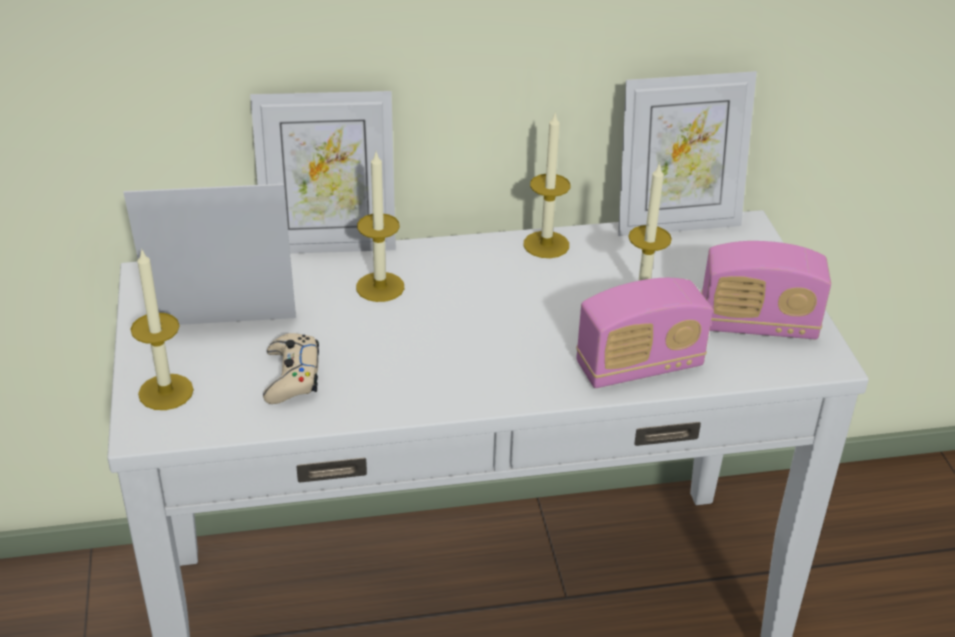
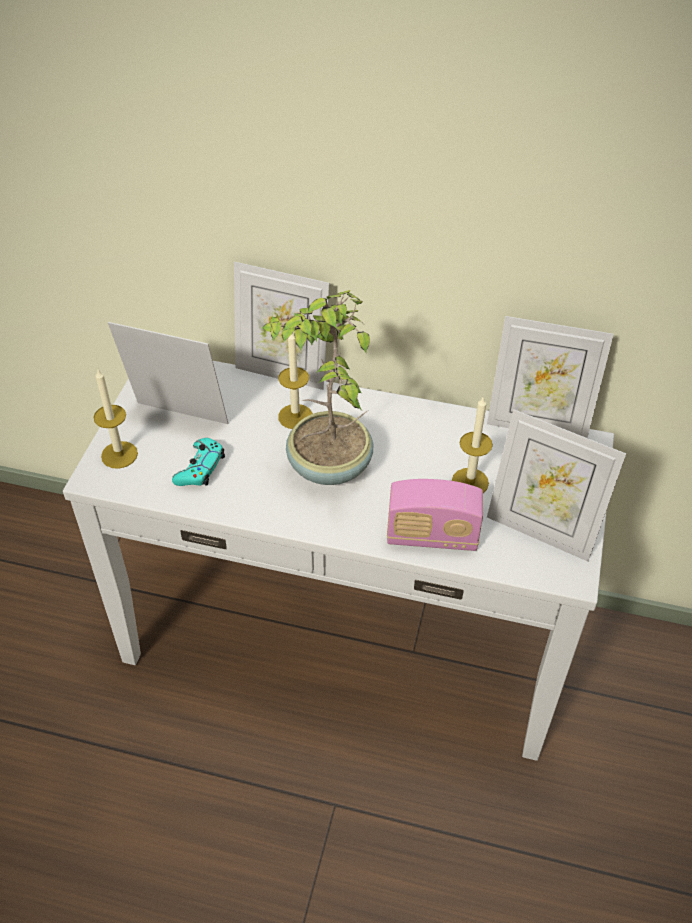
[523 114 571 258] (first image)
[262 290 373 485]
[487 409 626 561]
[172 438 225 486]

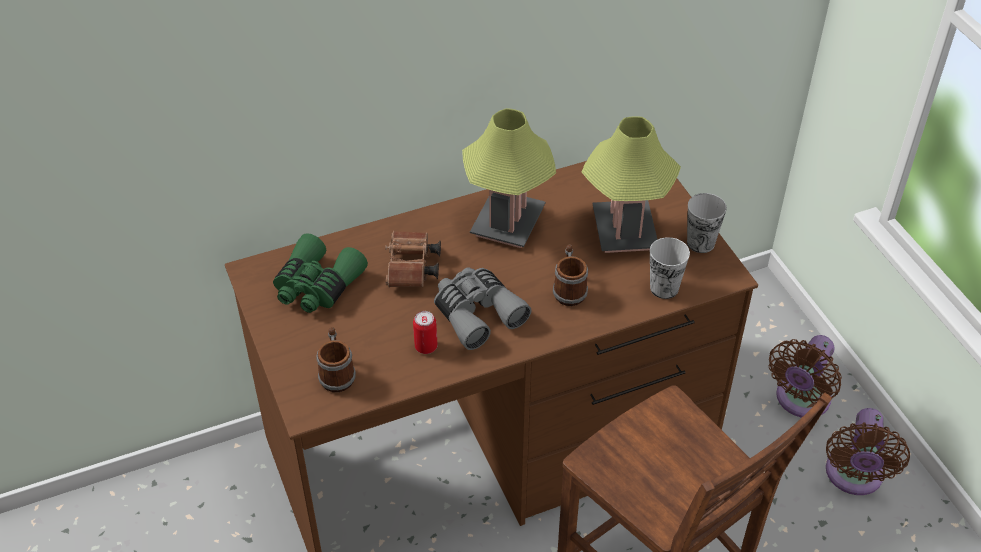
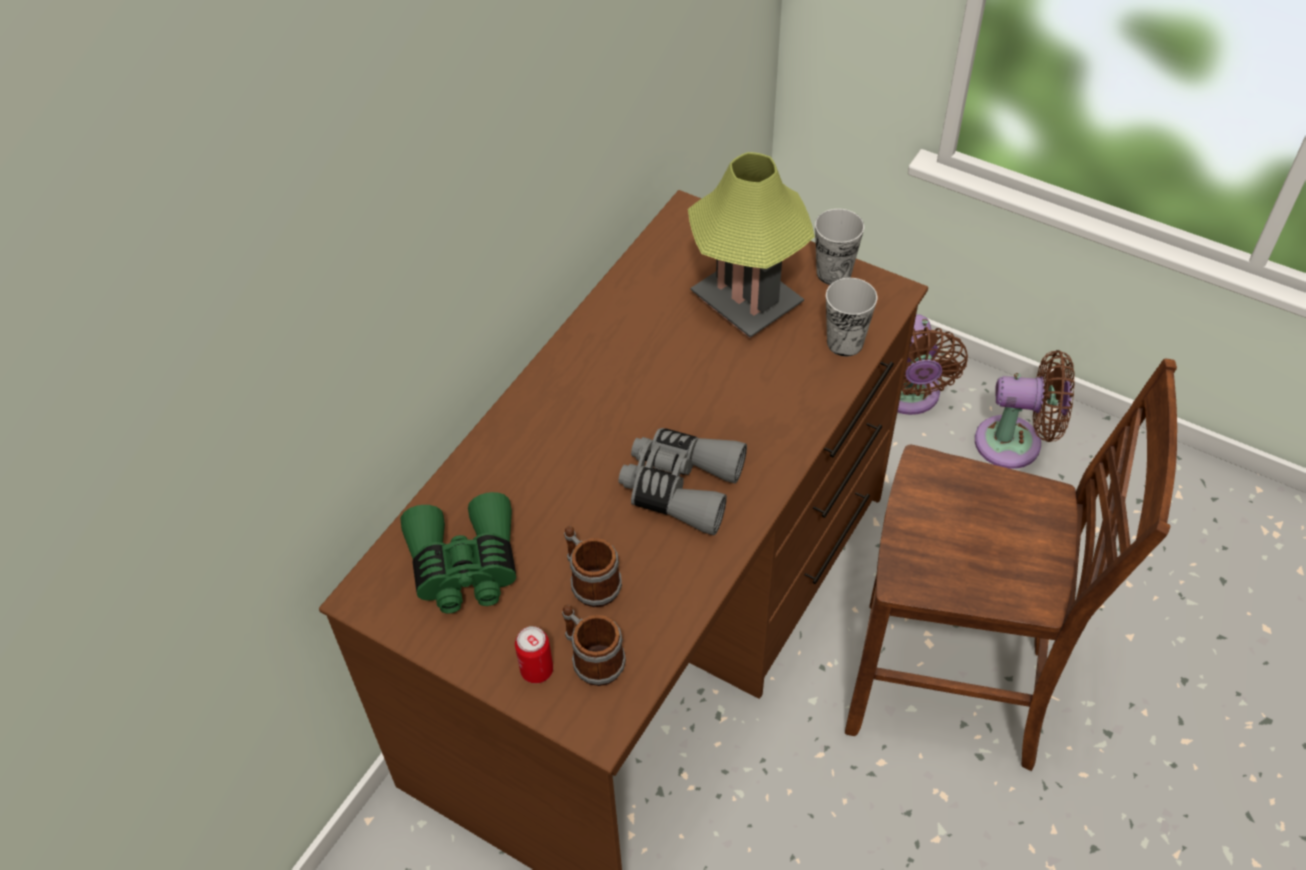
[385 231 441 287] (first image)
[462 108 556 248] (first image)
[515 626 553 683]
[564 526 622 607]
[975 350 1075 469]

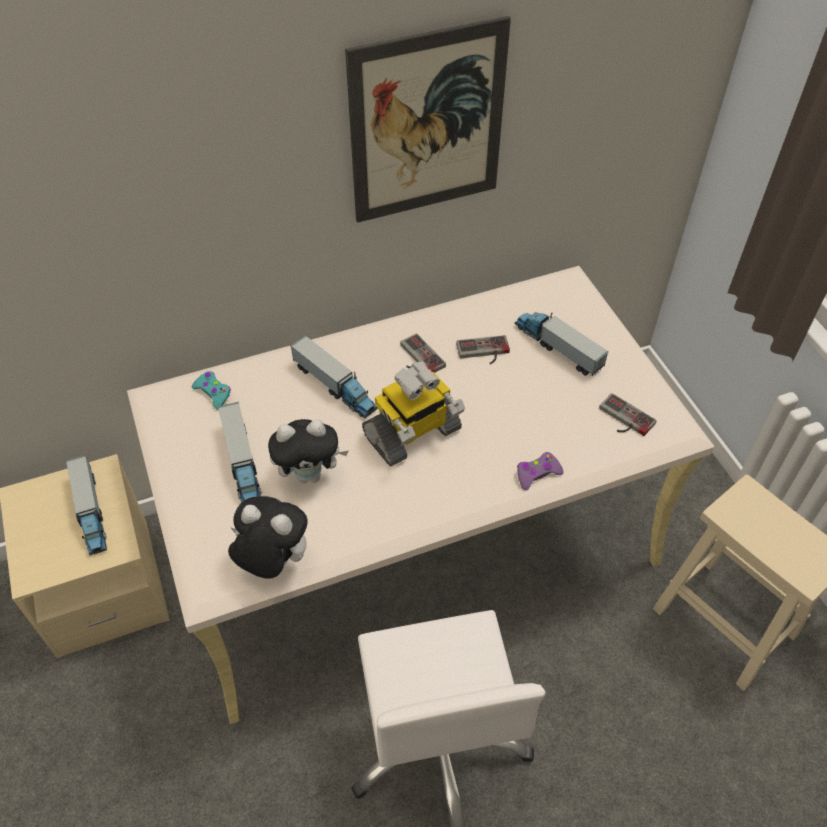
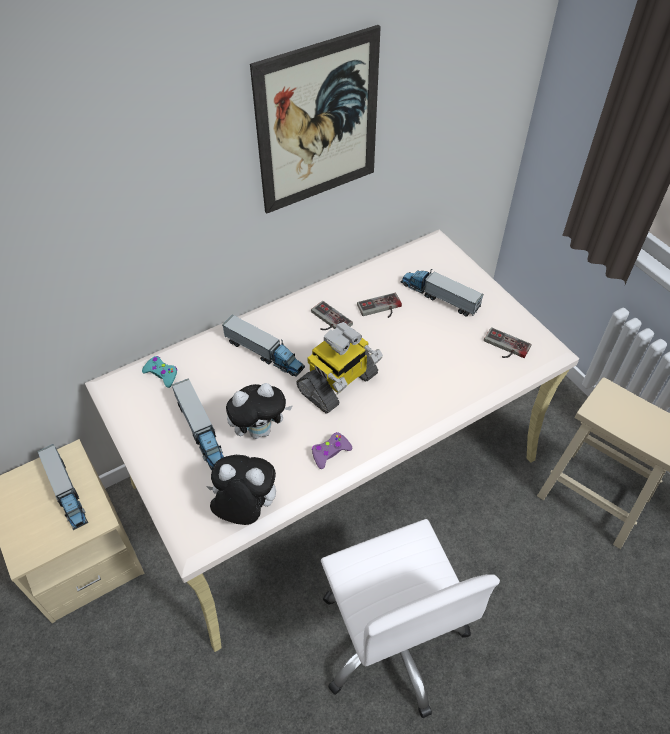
[312 432 352 469]

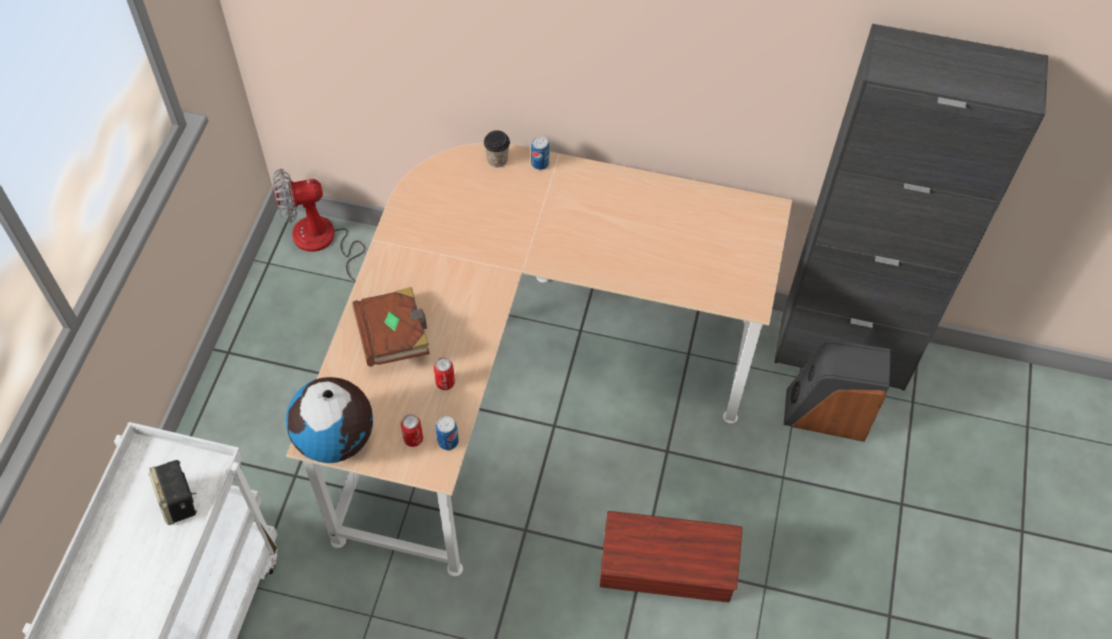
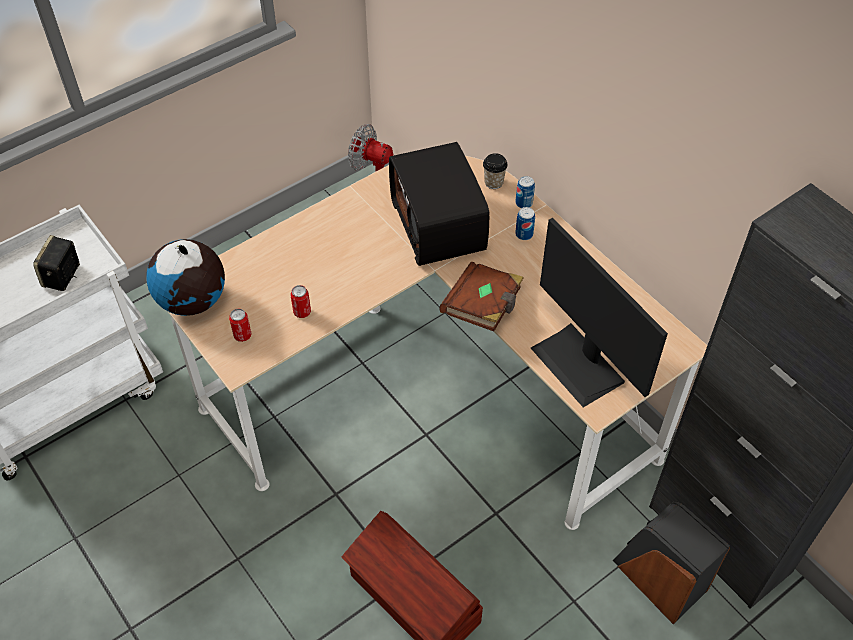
[389 142 490 266]
[531 218 668 407]
[440 262 524 332]
[515 207 535 240]

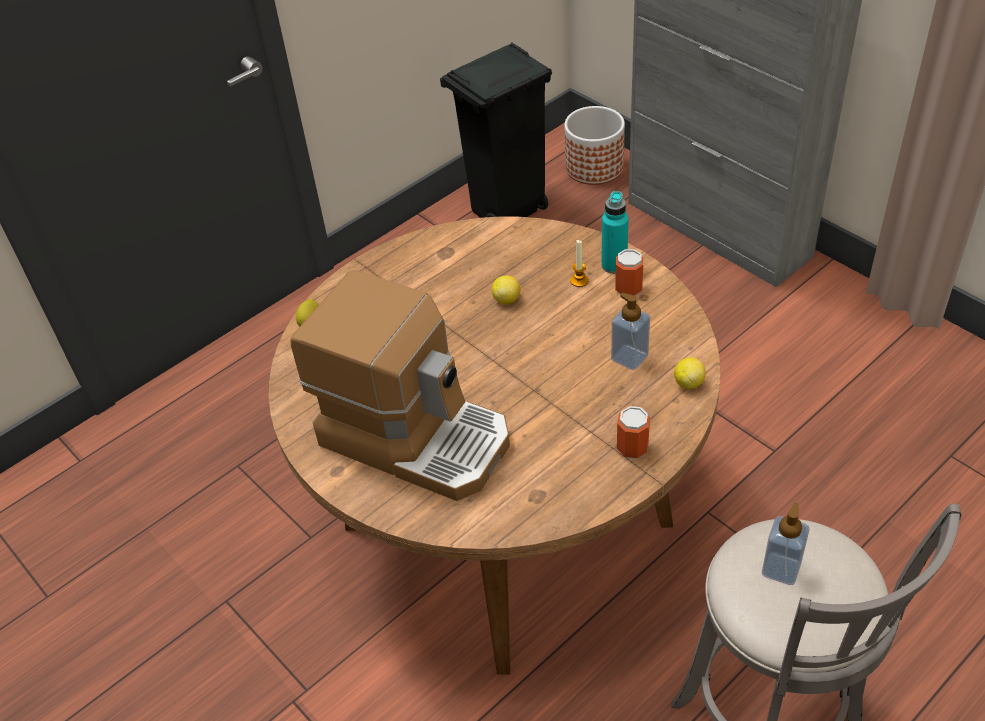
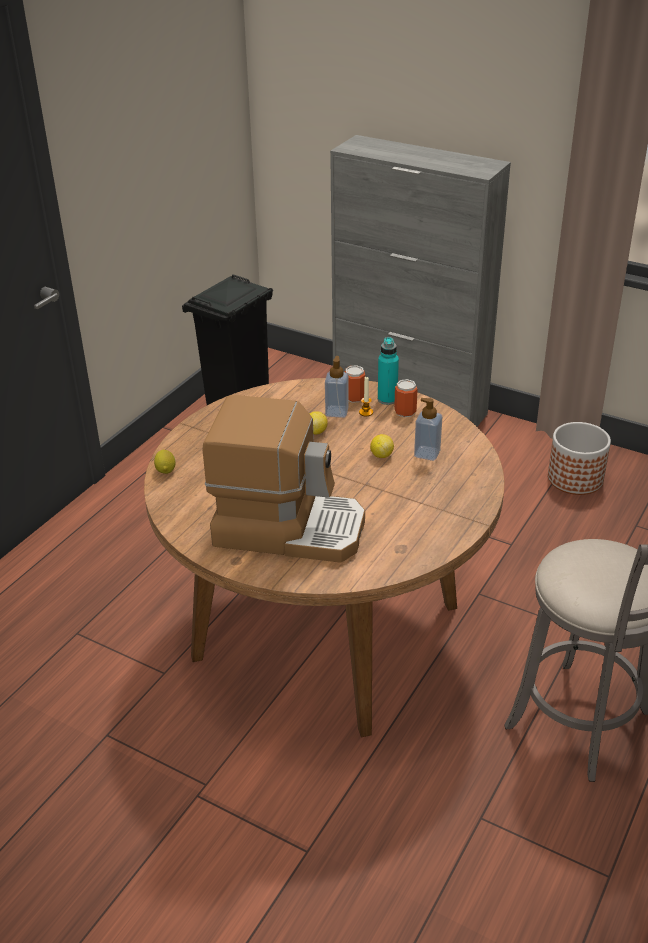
[548 422 611 495]
[344 365 365 403]
[370 434 394 458]
[325 356 348 418]

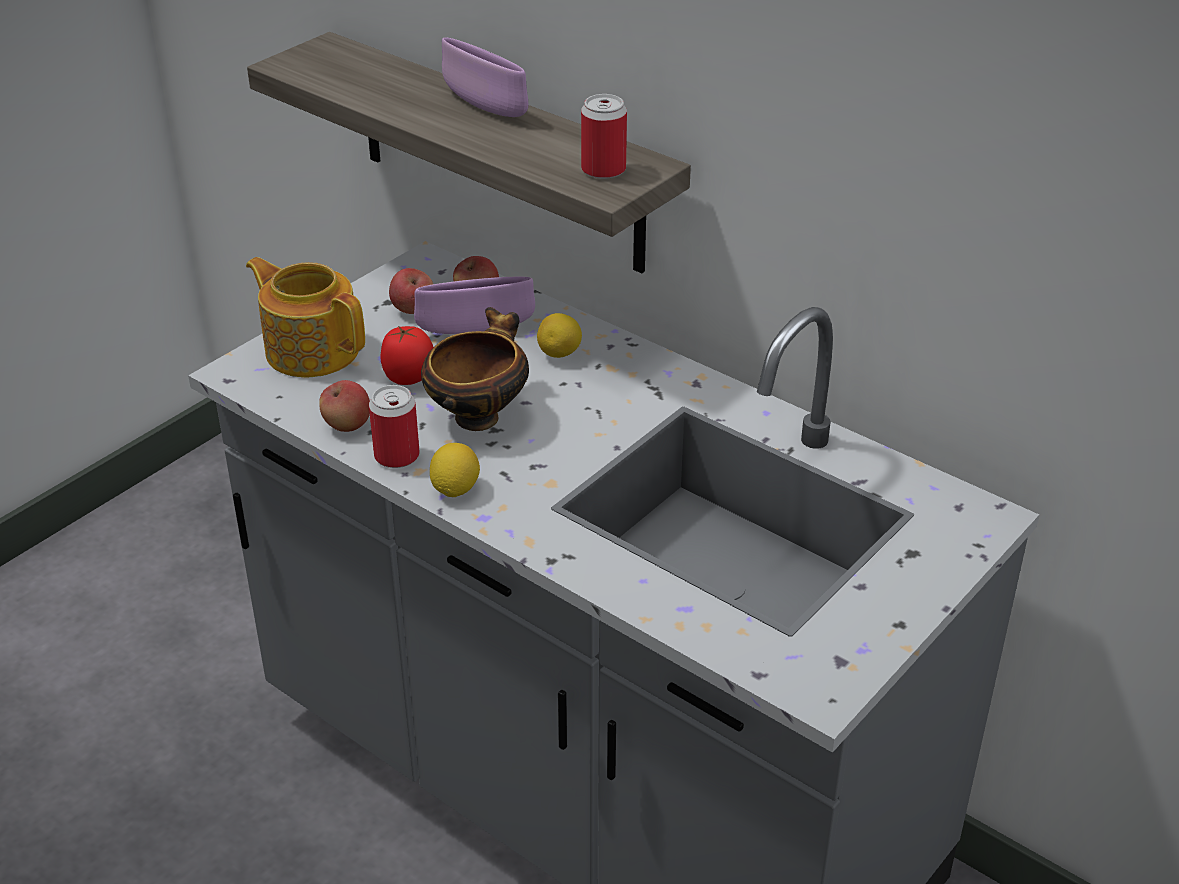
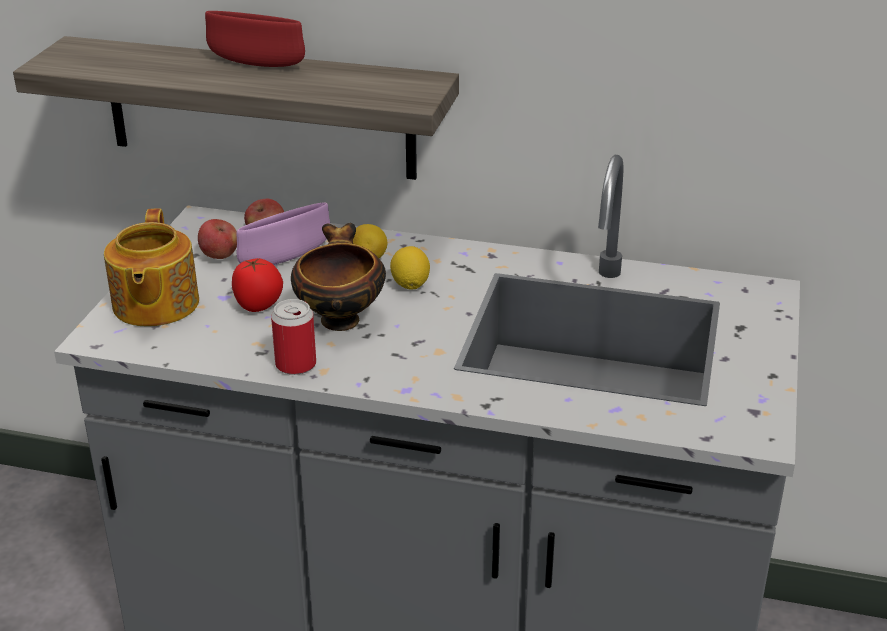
[319 380 370 432] (first image)
[581 94 627 179] (first image)
[390 246 430 290]
[205 11 305 67]
[104 209 199 326]

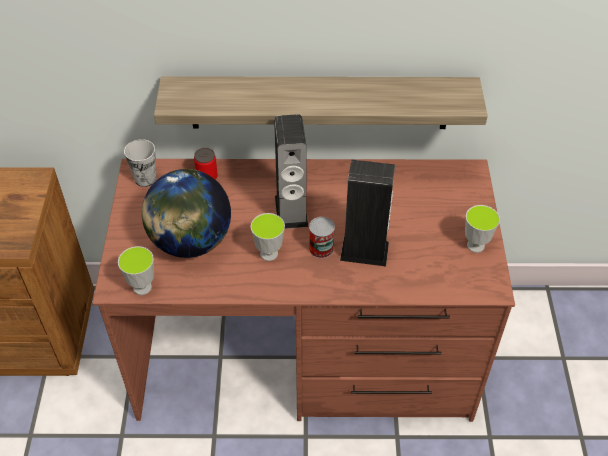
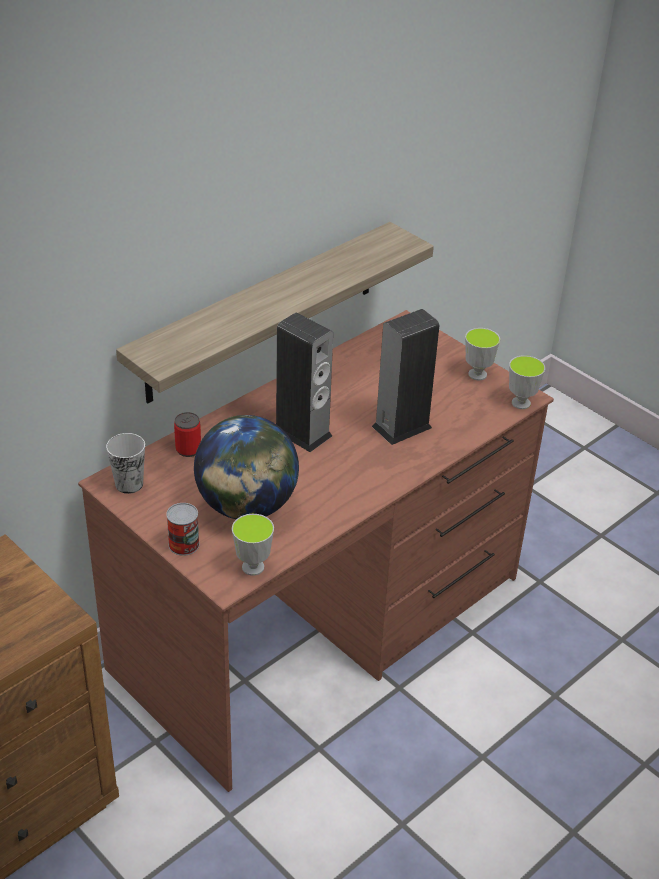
[509 355 545 409]
[166 503 200 556]

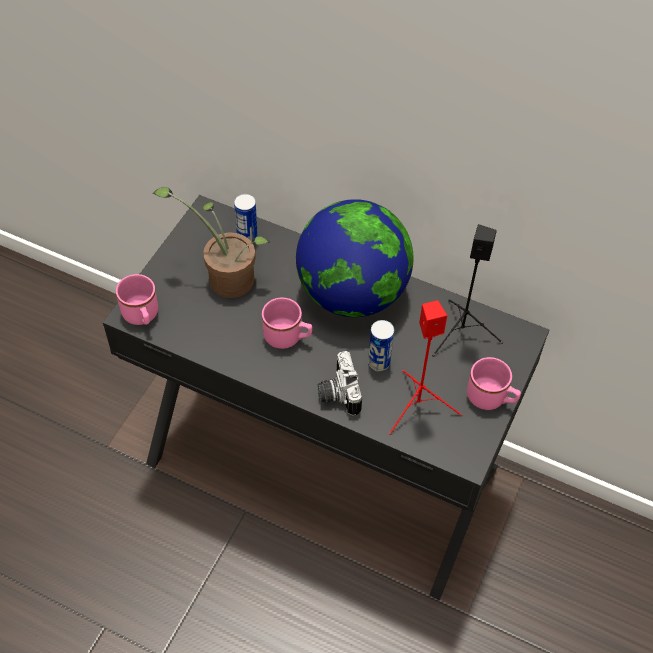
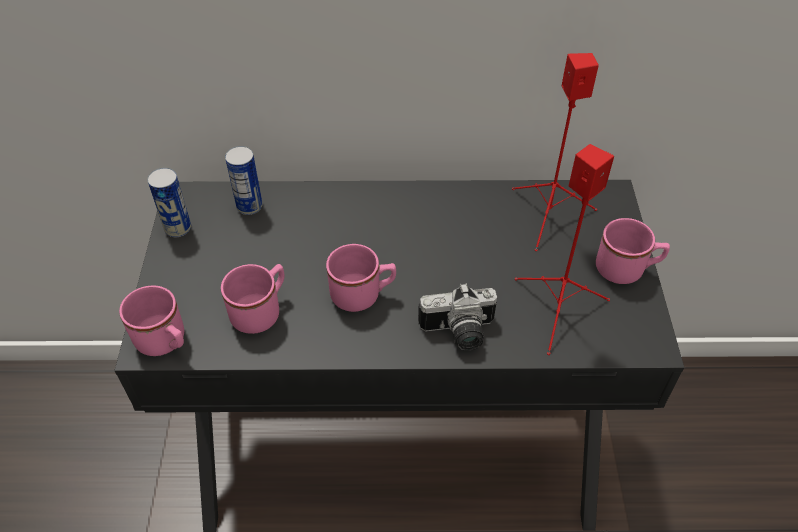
[153 187 270 298] (first image)
[296 199 413 317] (first image)
[221 264 284 334]
[147 168 191 237]
[512 53 599 251]
[418 283 497 351]

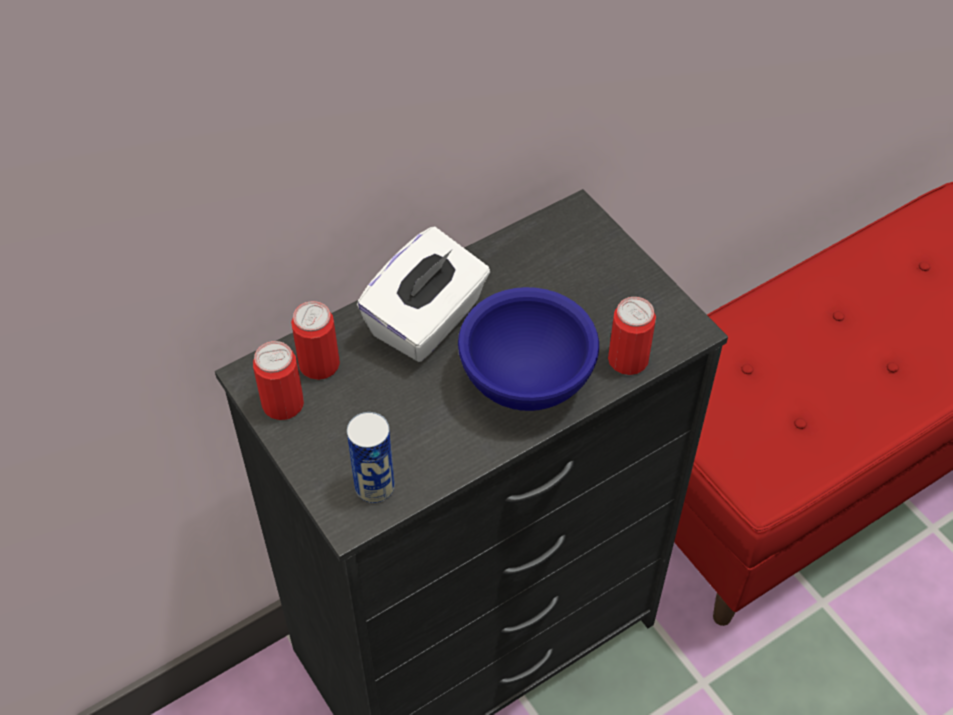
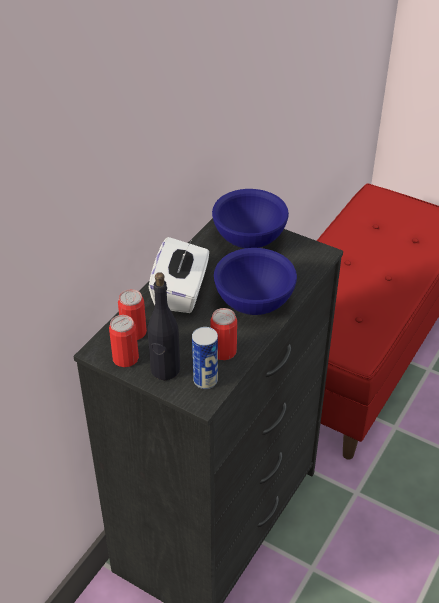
[147 272 180 380]
[212 189 289 248]
[210 308 237 360]

